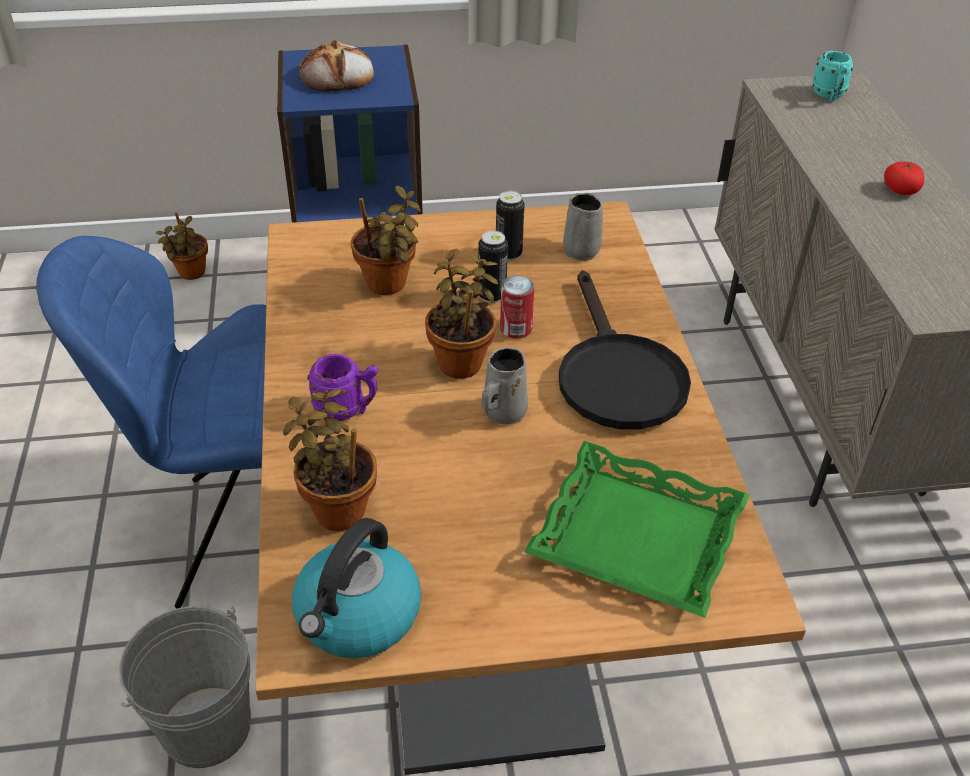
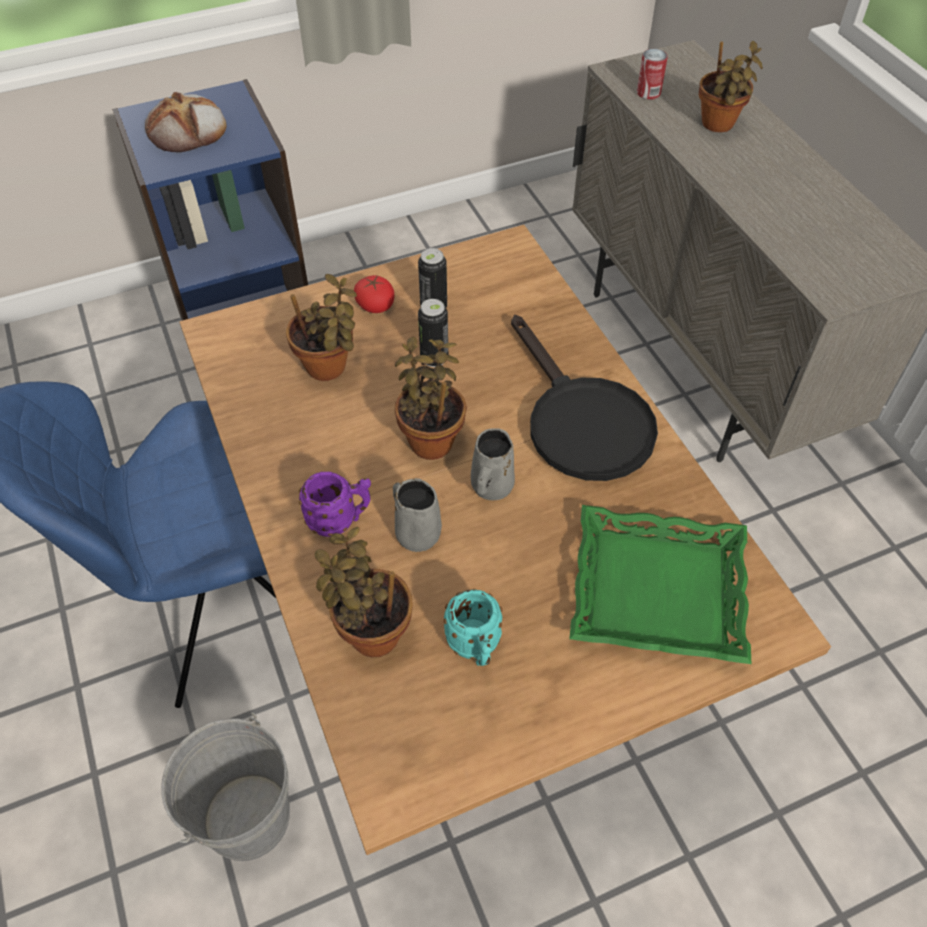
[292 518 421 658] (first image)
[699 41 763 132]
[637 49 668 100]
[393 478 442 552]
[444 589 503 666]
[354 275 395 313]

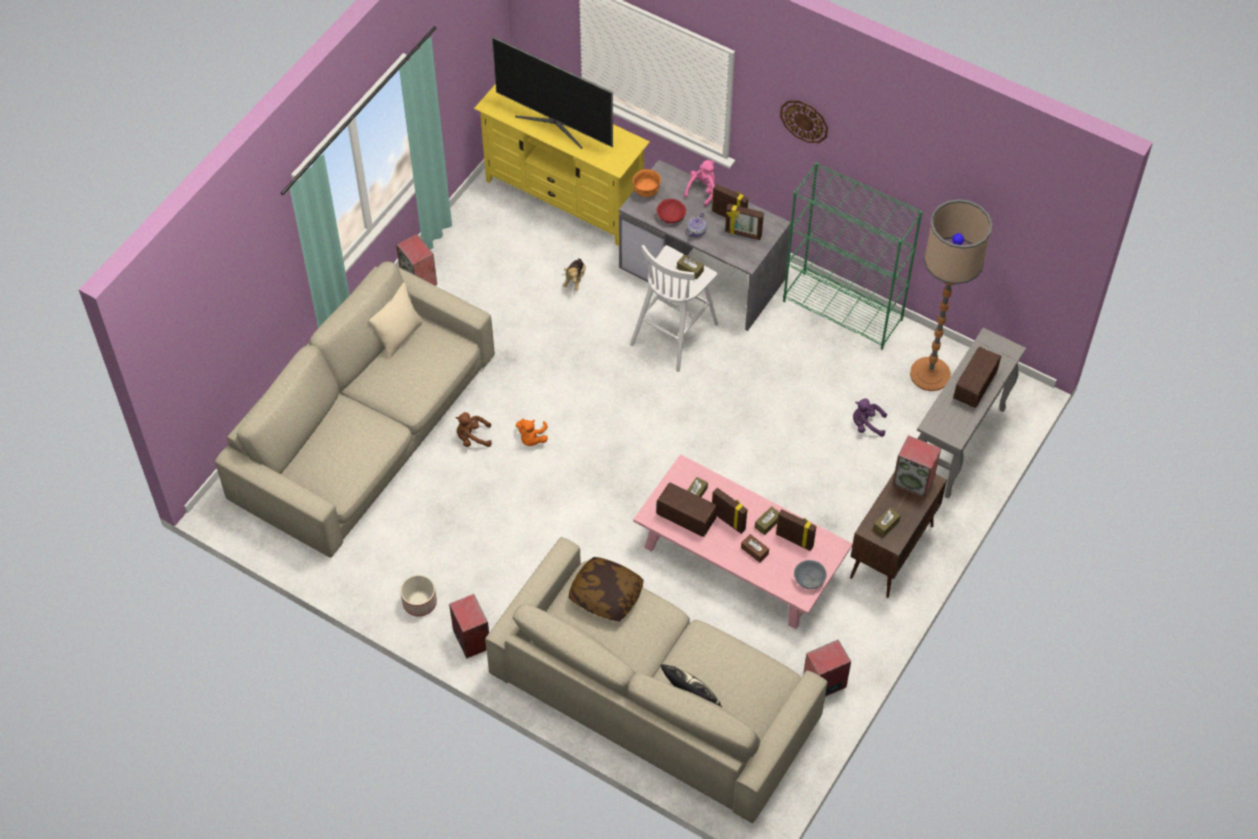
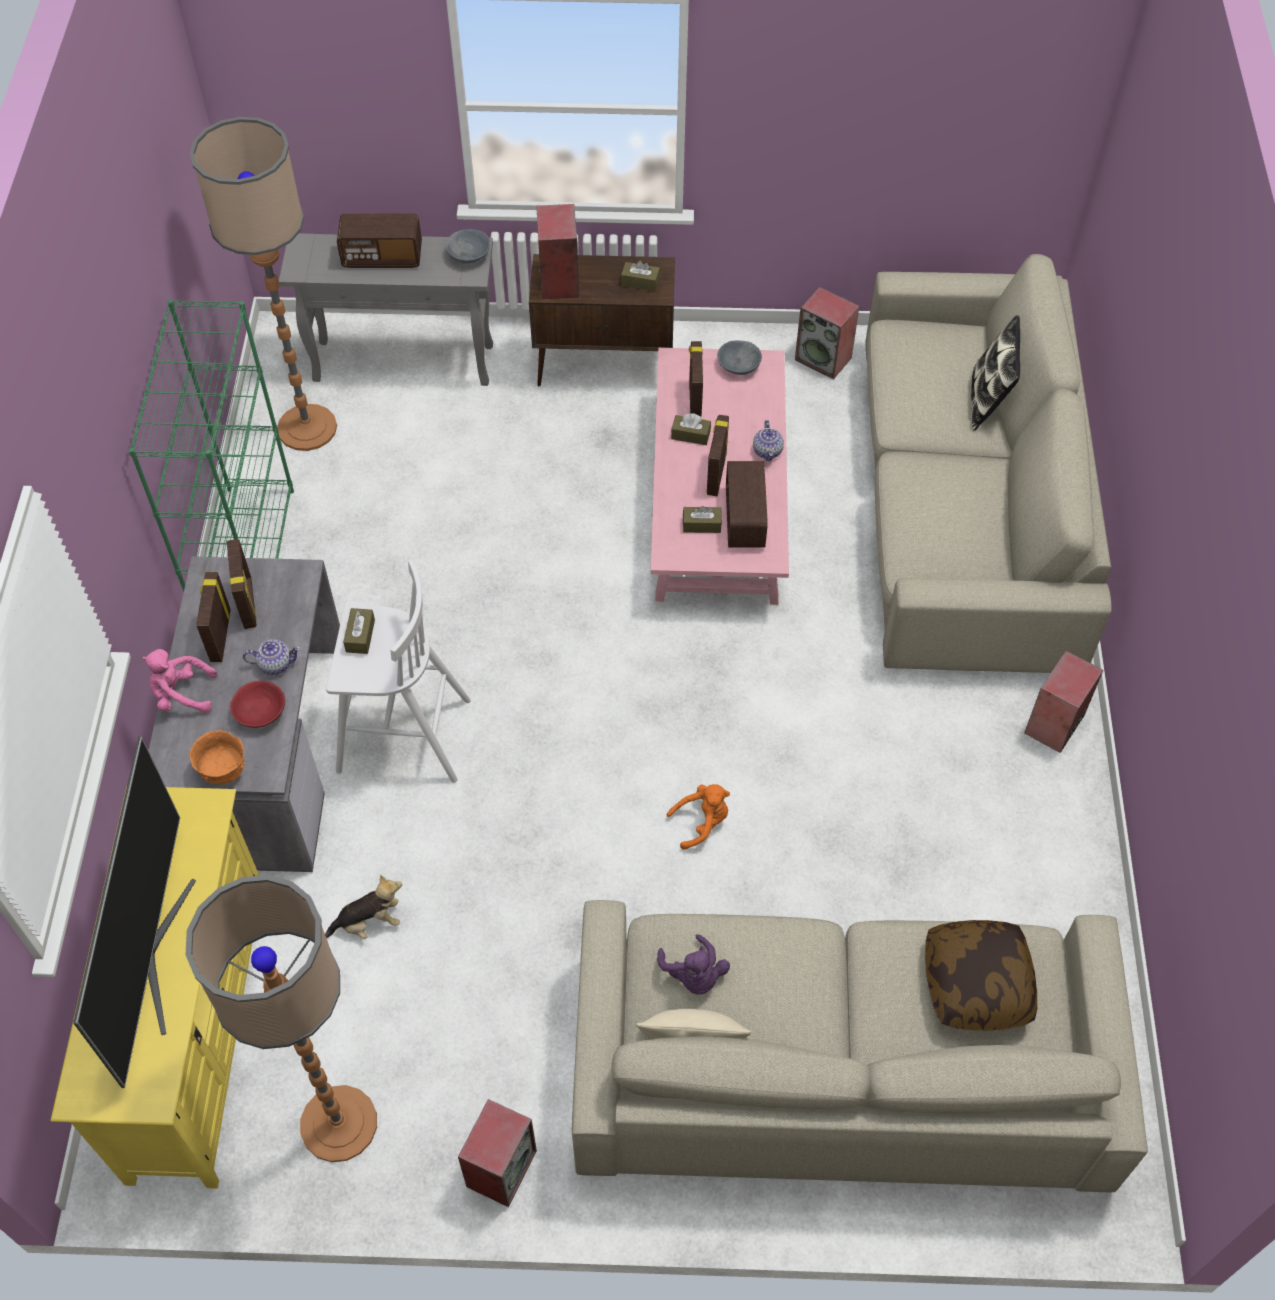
[400 575 437 616] (first image)
[456 412 492 447] (first image)
[741 534 769 563] (first image)
[780 100 828 143] (first image)
[186 875 377 1162]
[446 229 491 264]
[753 420 784 461]
[925 920 1037 1031]
[657 934 730 995]

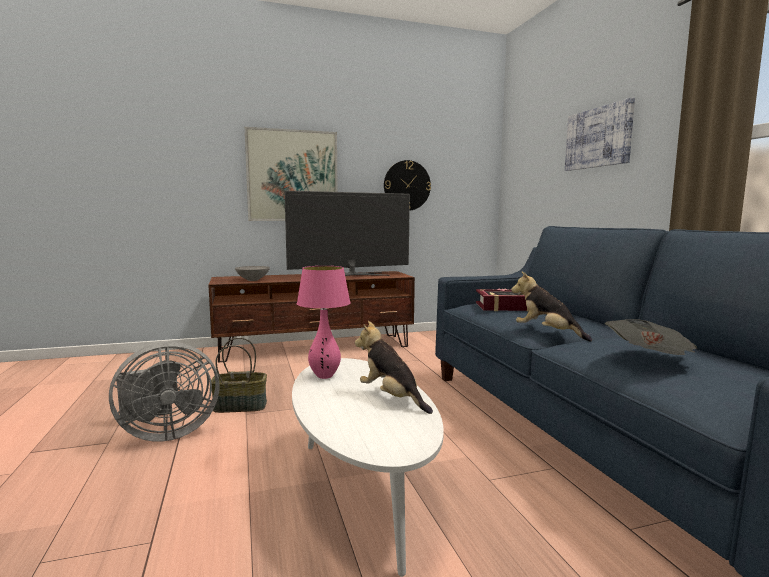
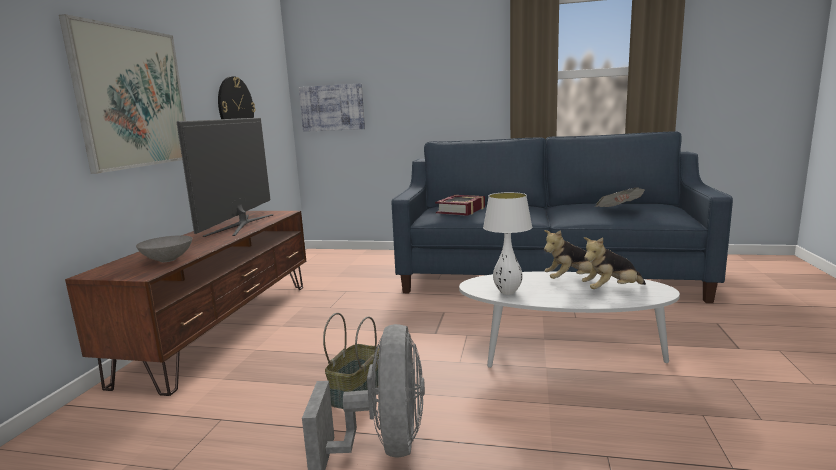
[582 237 646 289]
[299 83 365 132]
[483 192 532 295]

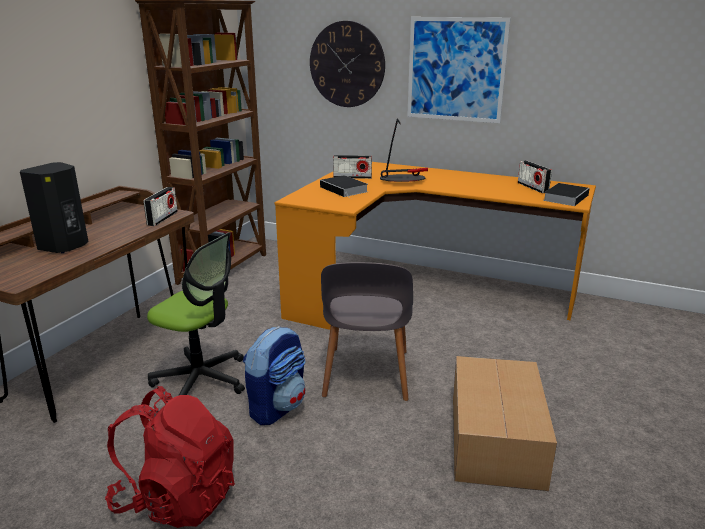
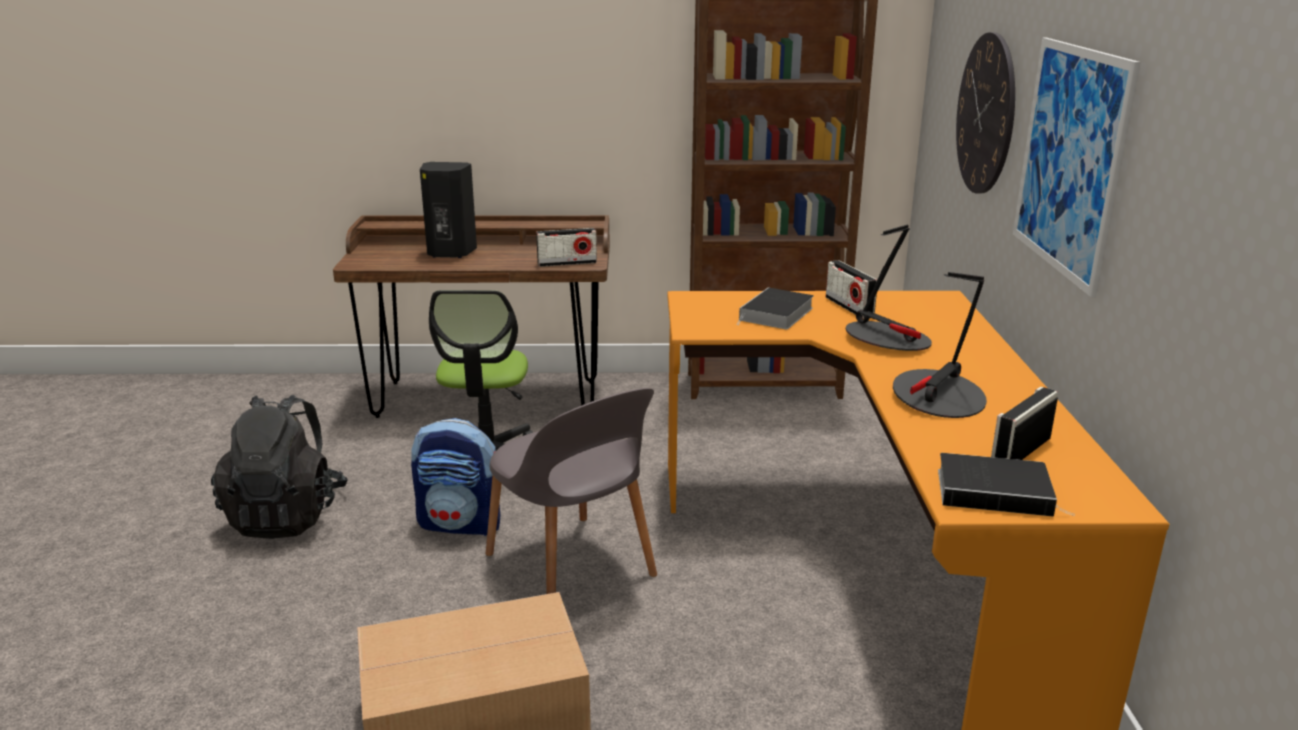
[893 272 987 418]
[211 395 348 539]
[486 388 657 594]

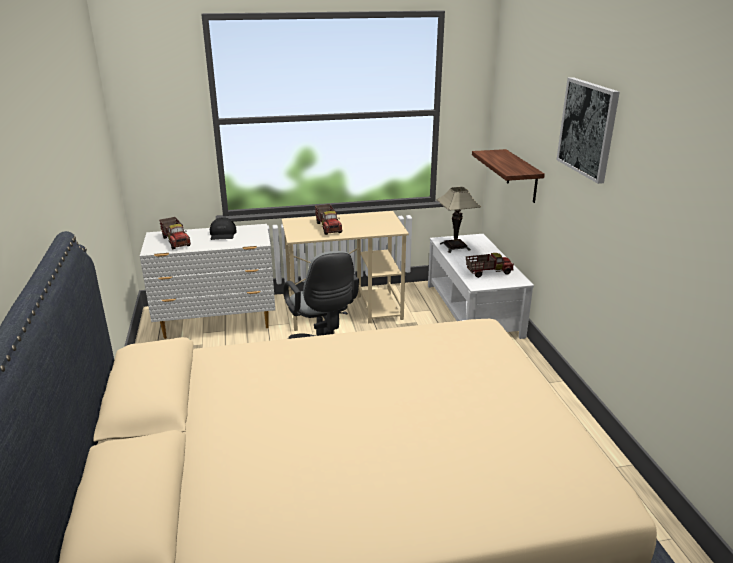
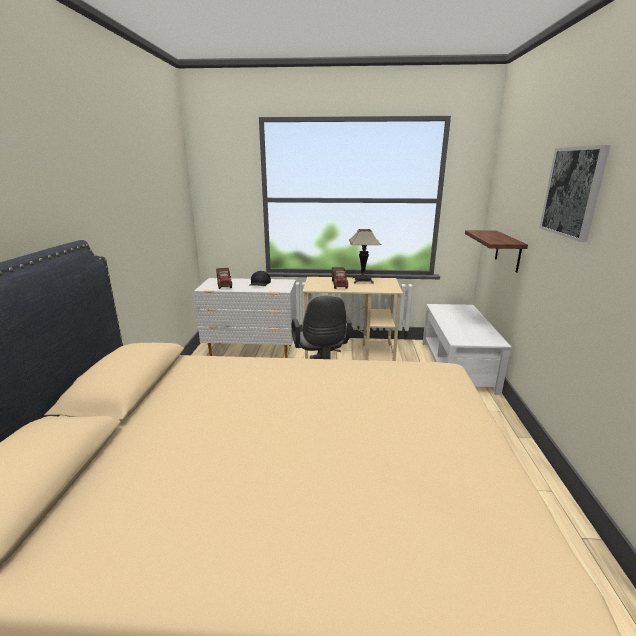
[466 253 514 278] (first image)
[349 229 381 284]

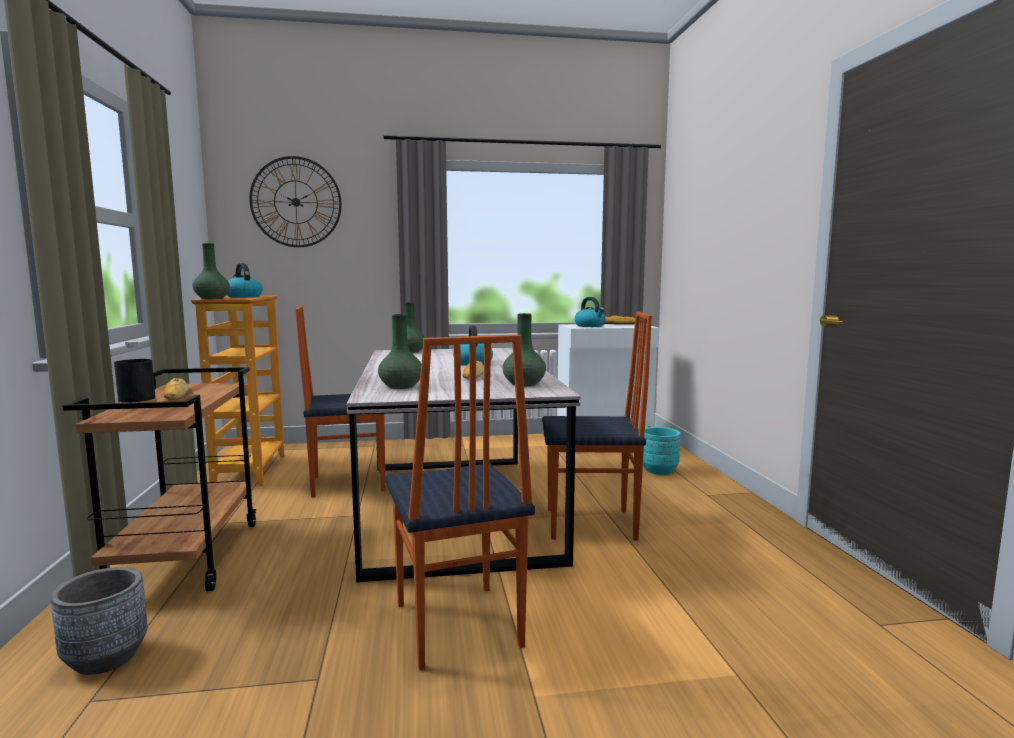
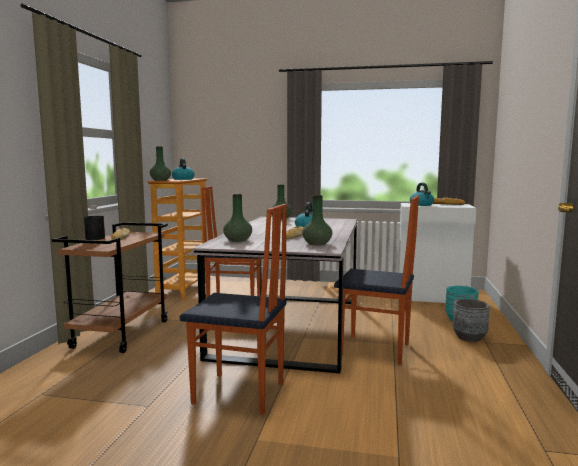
[249 156 342 247] (first image)
[453 299 490 342]
[180 204 287 415]

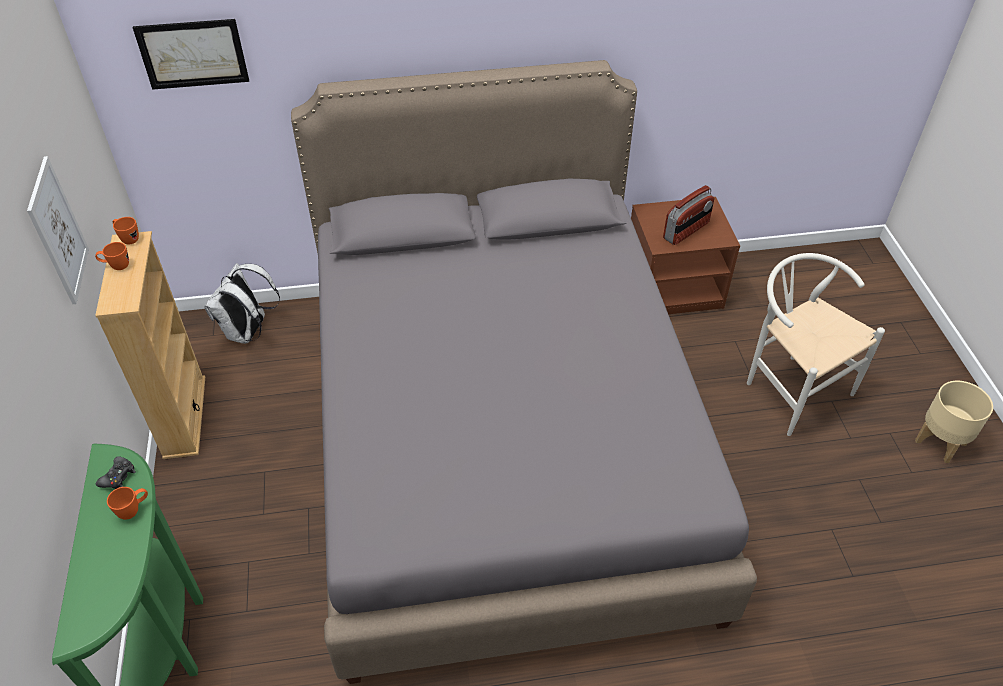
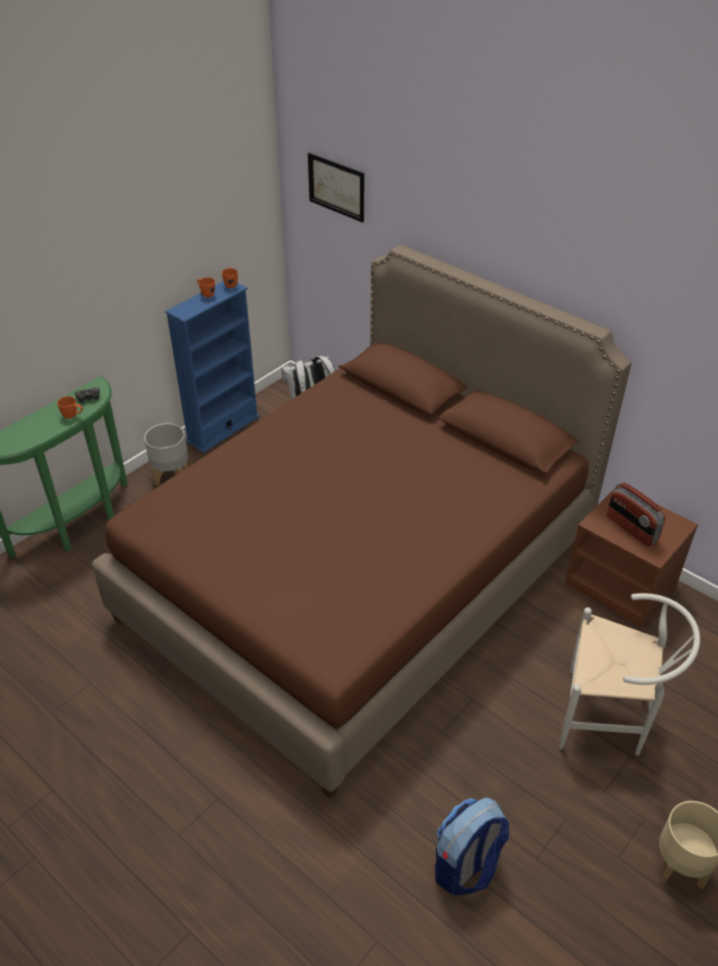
[27 156 89 304] (first image)
[144 423 188 486]
[435 798 510 896]
[165 281 260 453]
[92 245 632 799]
[607 483 665 546]
[559 593 700 756]

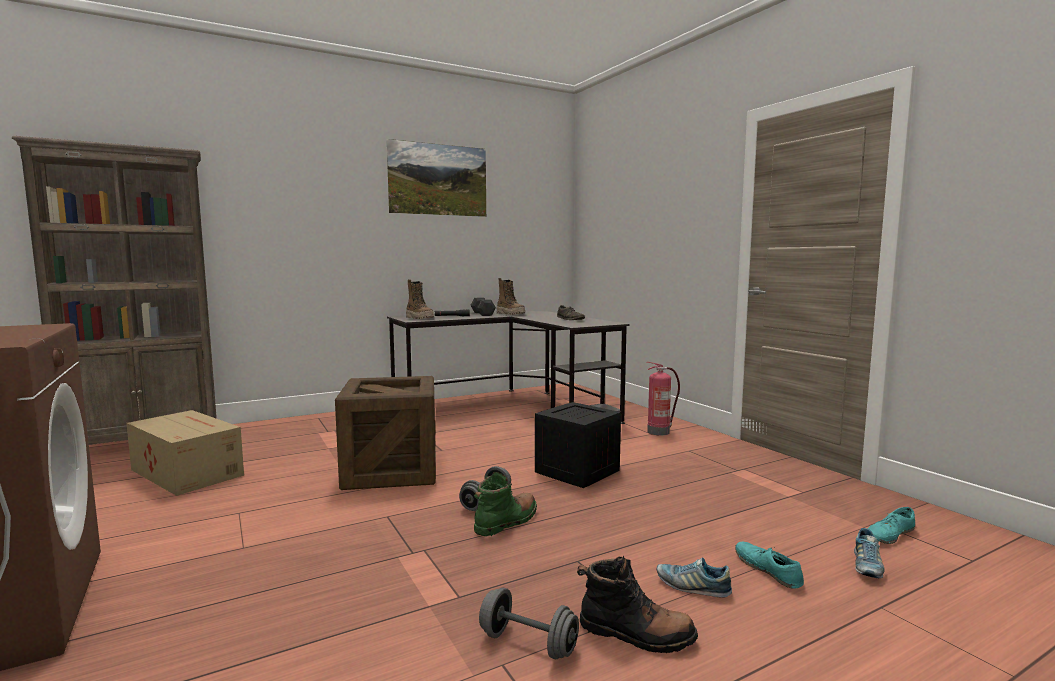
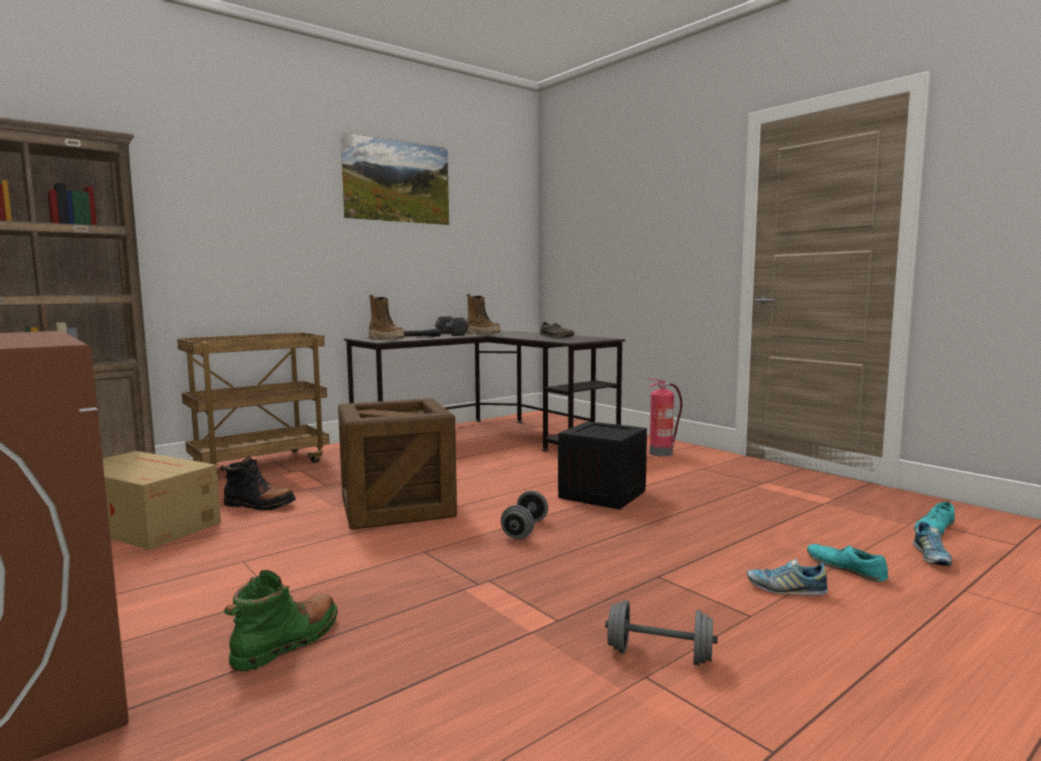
[177 332 329 473]
[224 570 338 671]
[219 456 296 510]

